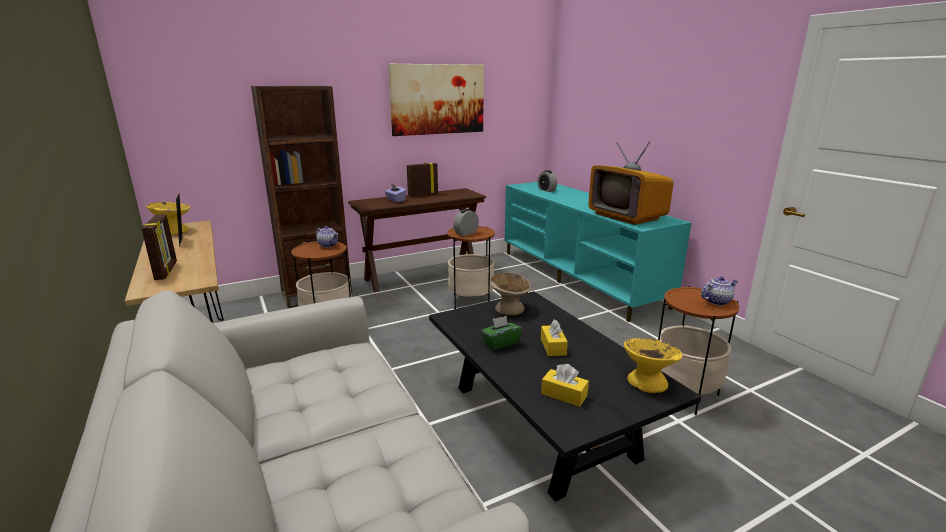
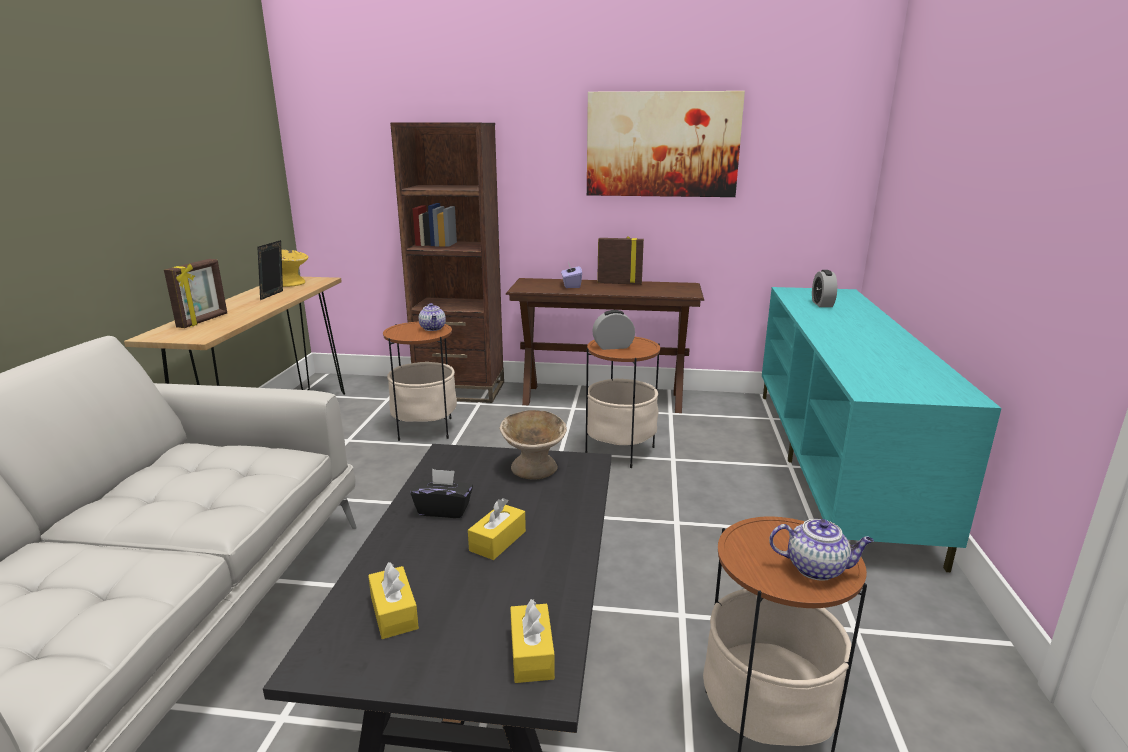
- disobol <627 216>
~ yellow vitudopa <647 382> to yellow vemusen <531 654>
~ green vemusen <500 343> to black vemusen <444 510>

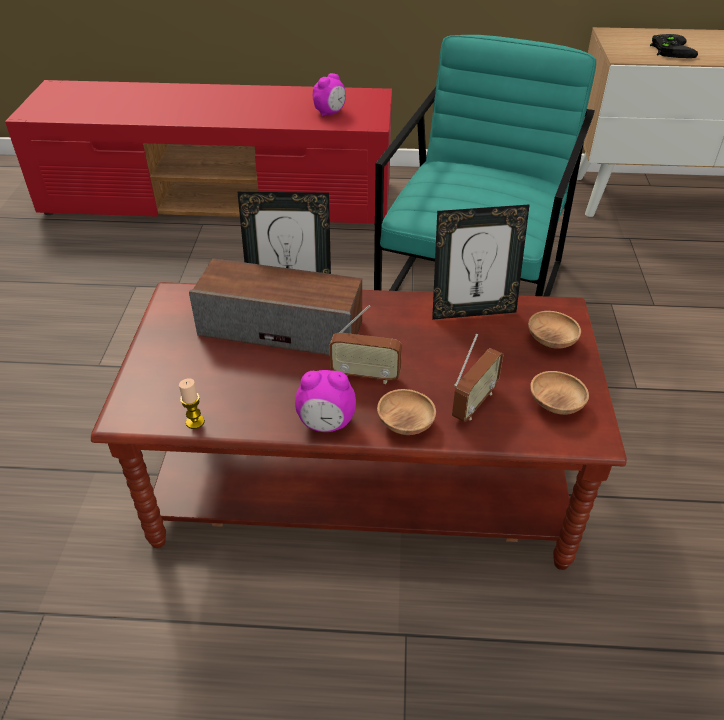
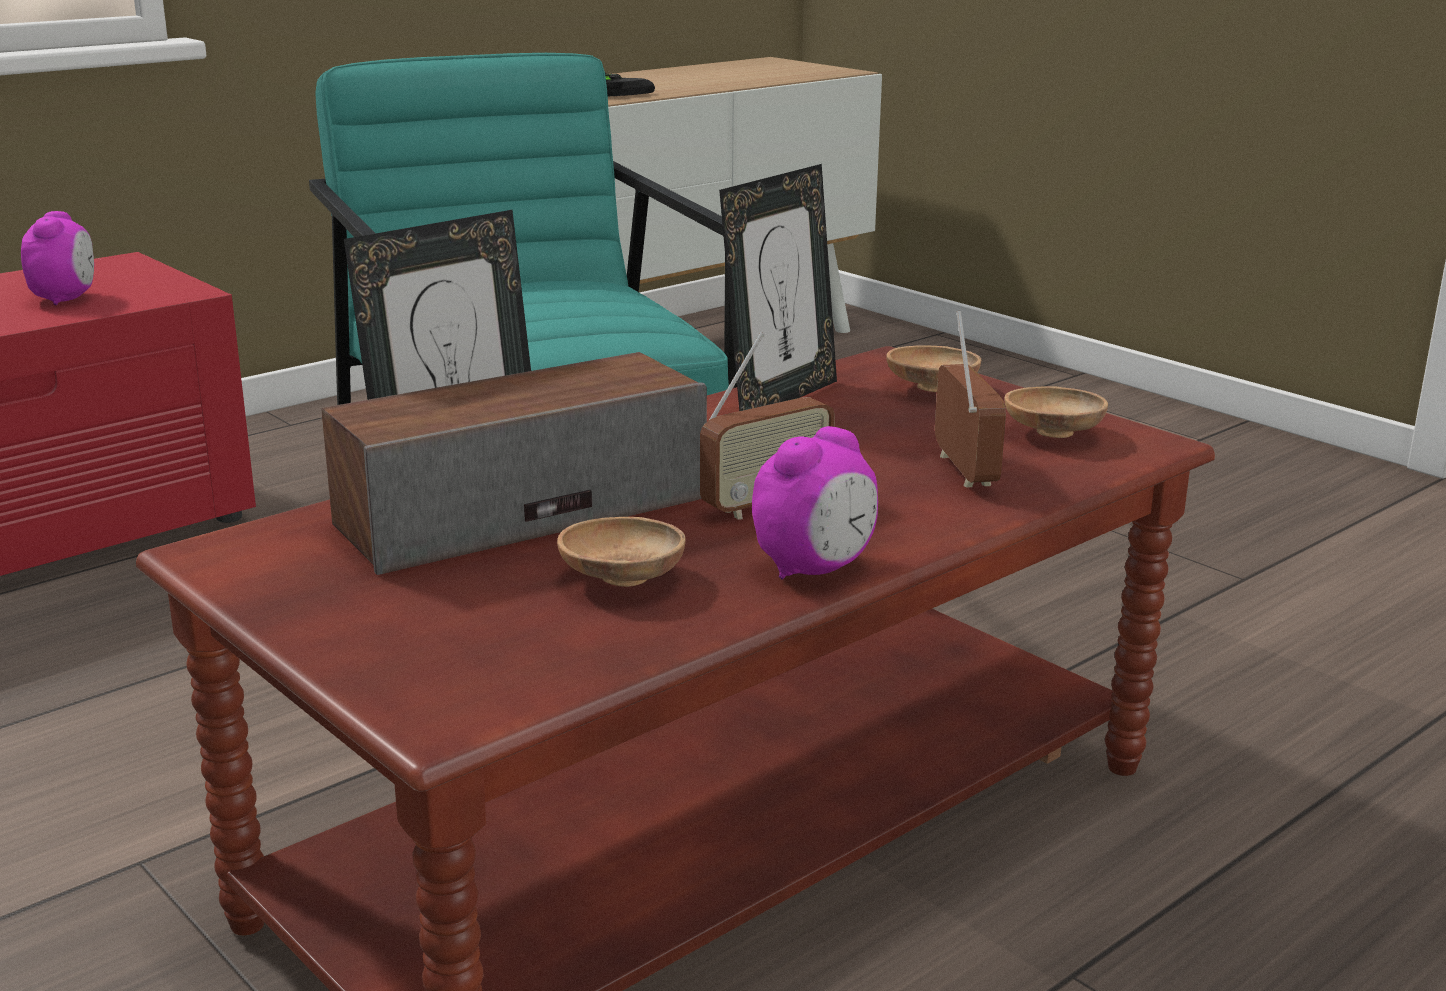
- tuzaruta <195 422>
~ brown vitudopa <405 423> to <622 579>

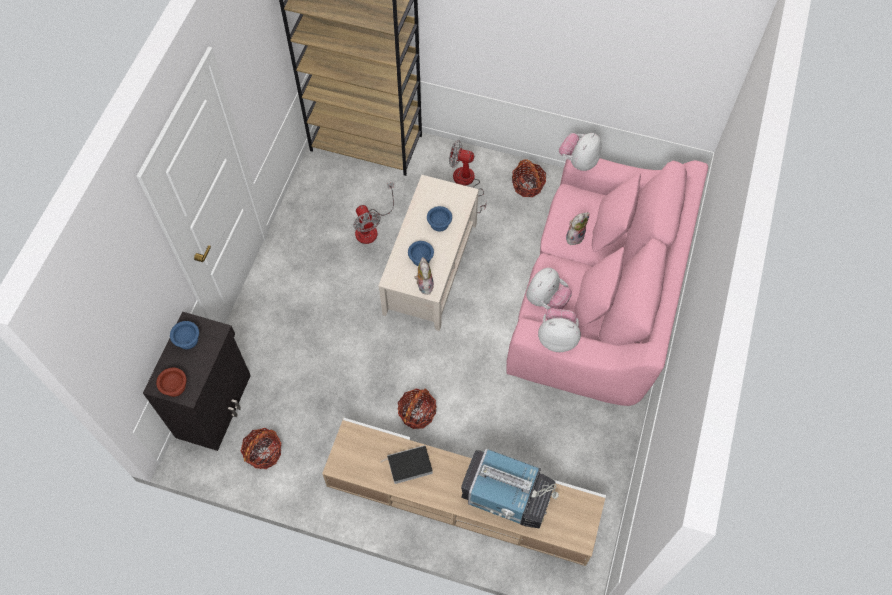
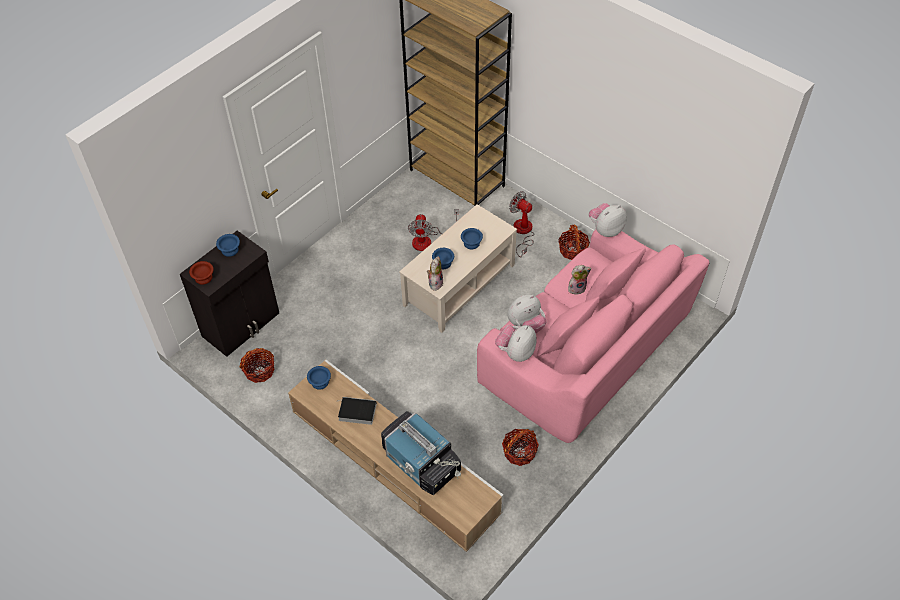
+ blue vitudopa <319 382>
~ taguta <417 413> to <519 452>
~ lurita <557 338> = <516 352> 90 degrees counterclockwise

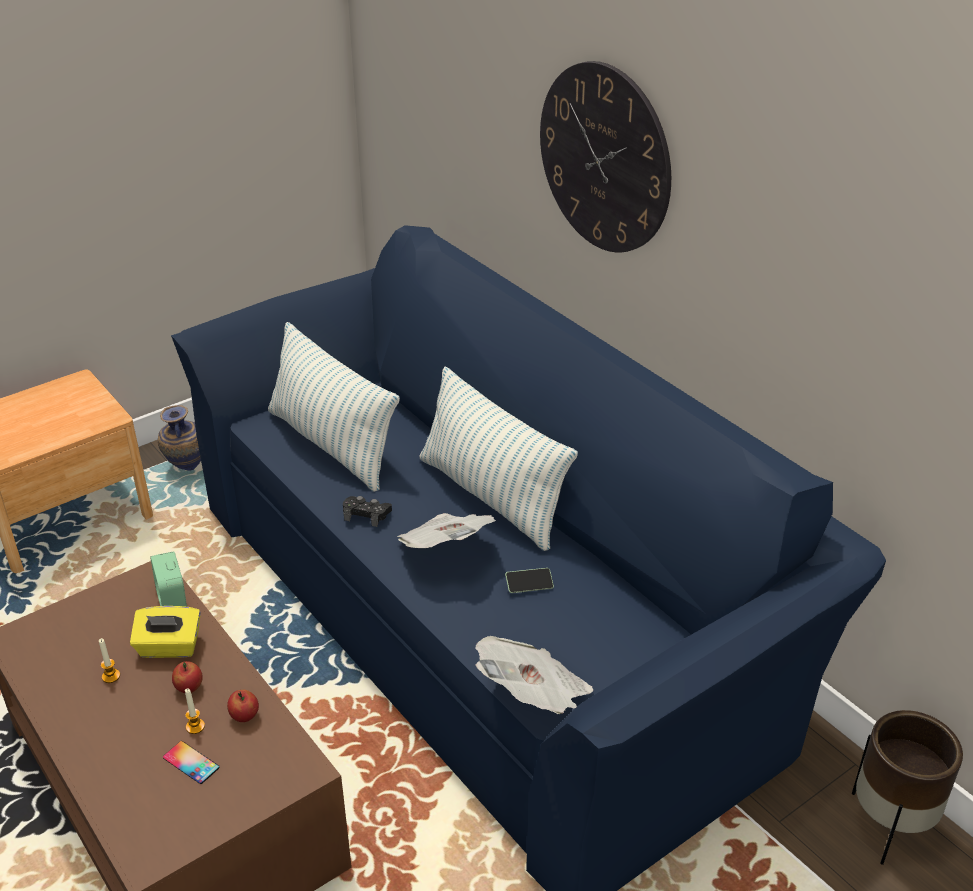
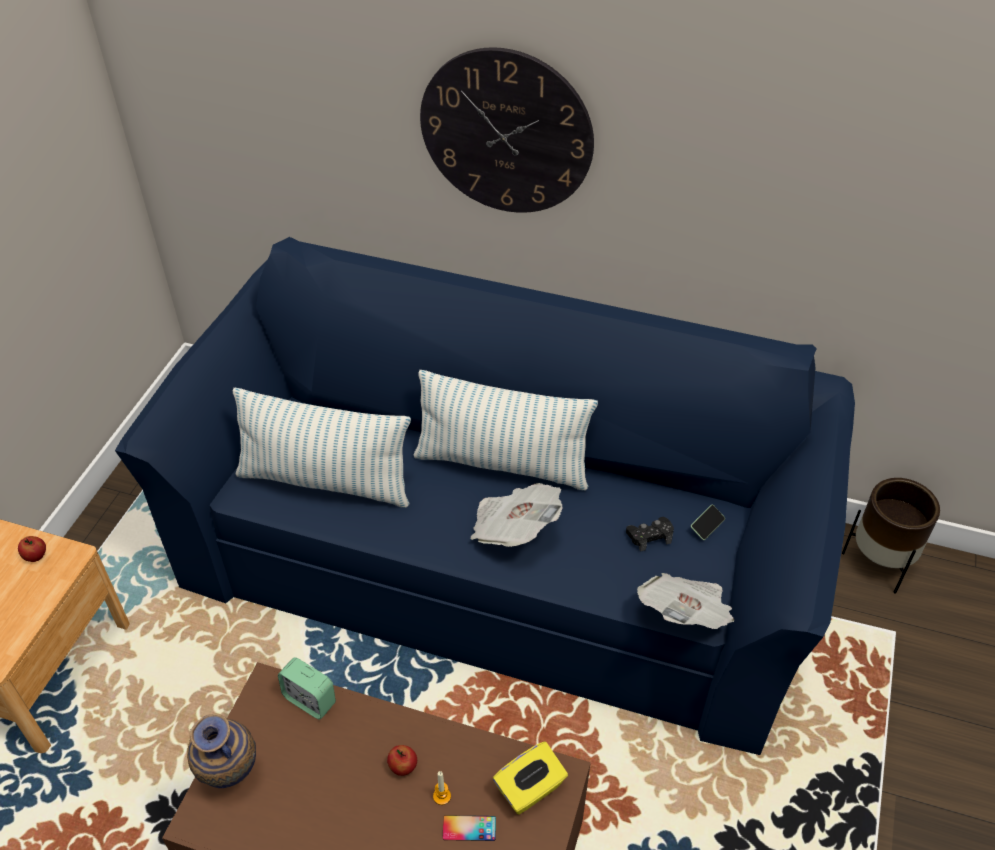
- tuzaruta <111 676>
~ yellow vemusen <169 647> to <530 789>
~ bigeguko <187 469> to <230 776>
~ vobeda <245 716> to <36 556>
~ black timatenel <366 514> to <650 536>
~ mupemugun <529 585> to <707 526>

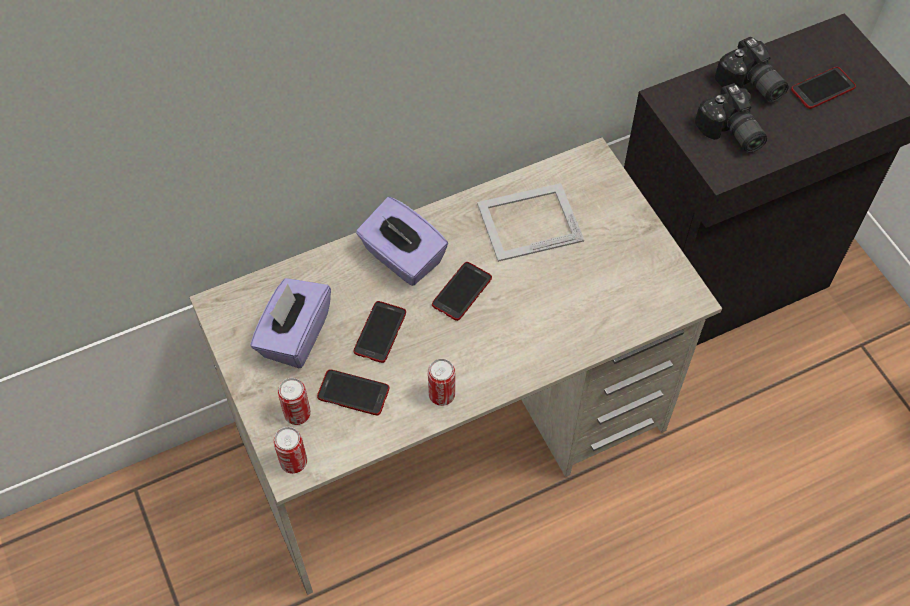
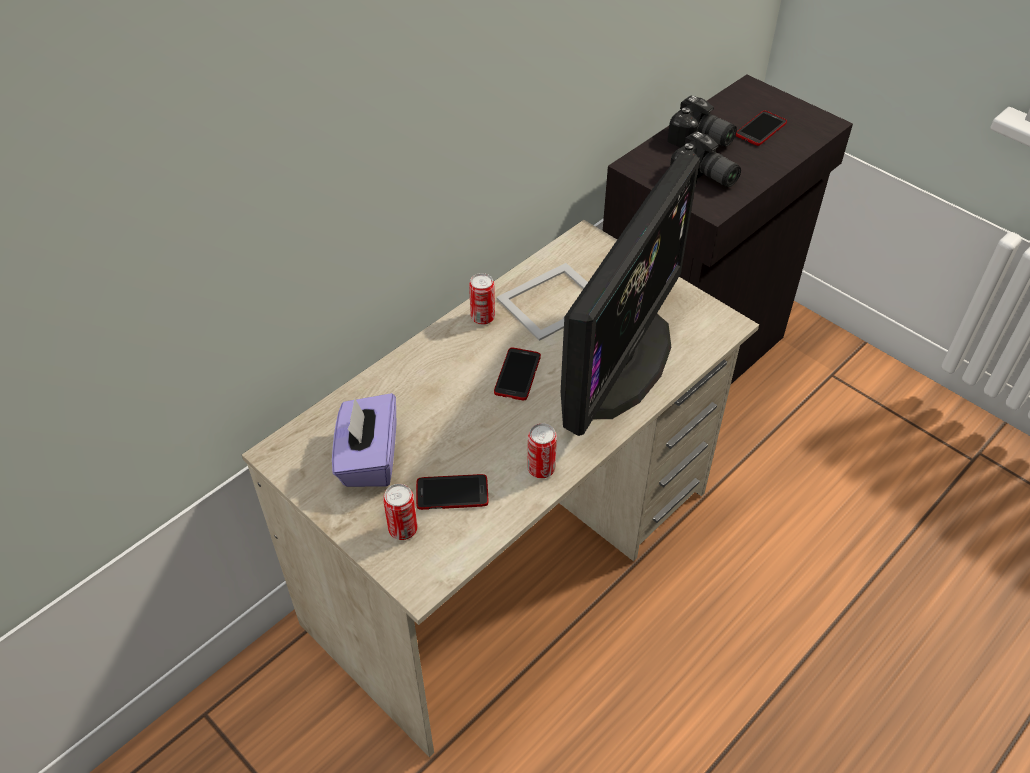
- mupemugun <380 332>
- purple vemusen <402 258>
+ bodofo <621 361>
~ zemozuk <293 462> to <482 317>

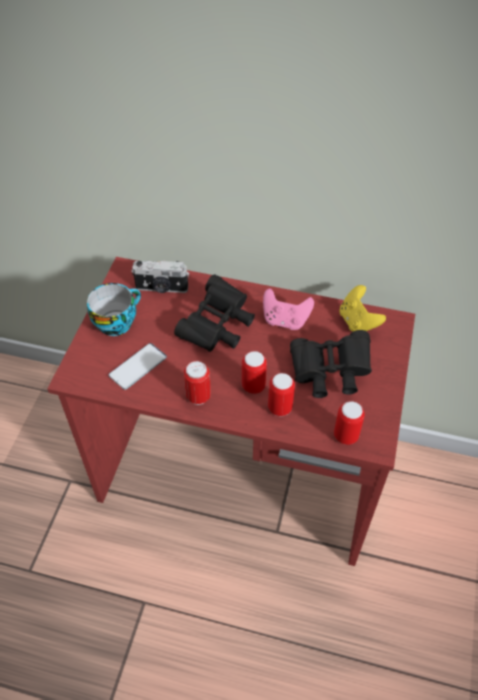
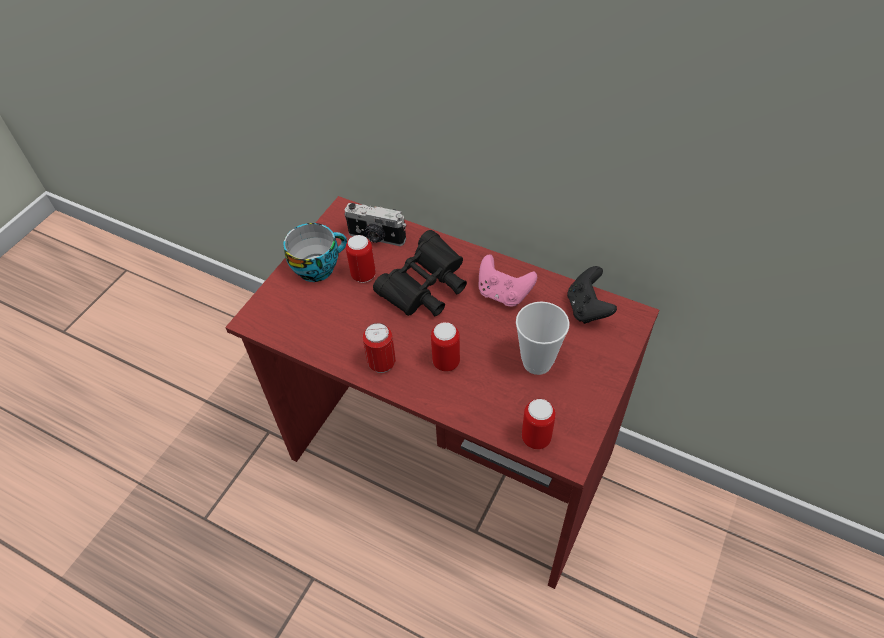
- mupemugun <138 366>
~ zemozuk <280 408> to <363 275>
~ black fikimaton <329 373> to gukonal <537 362>
~ yellow timatenel <358 322> to black timatenel <587 308>

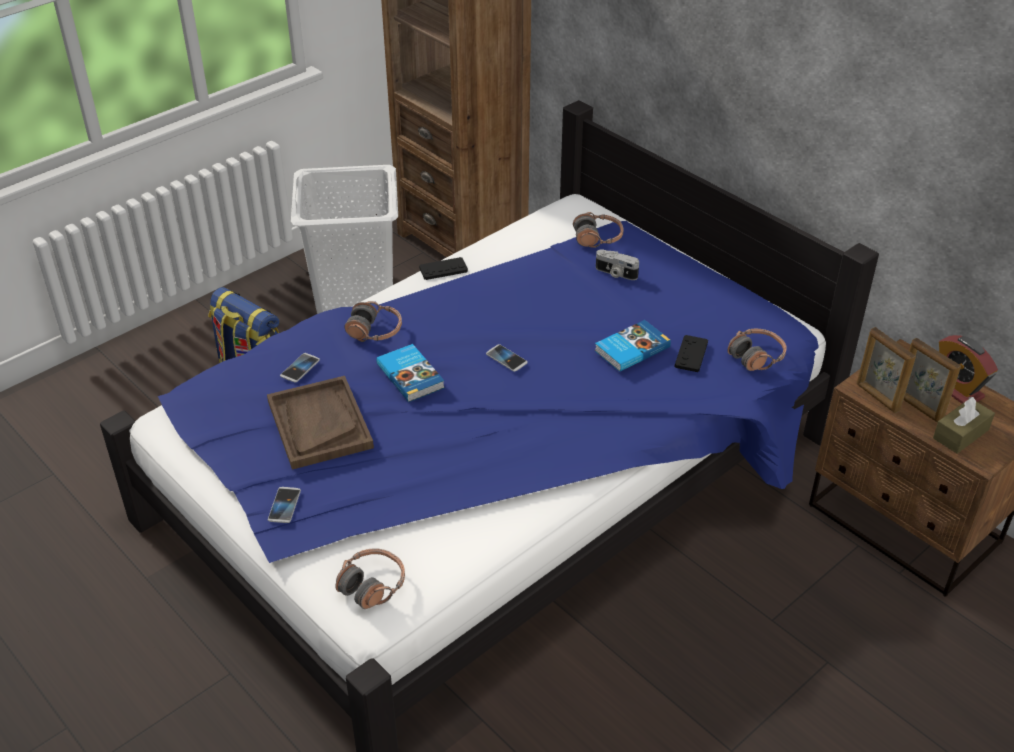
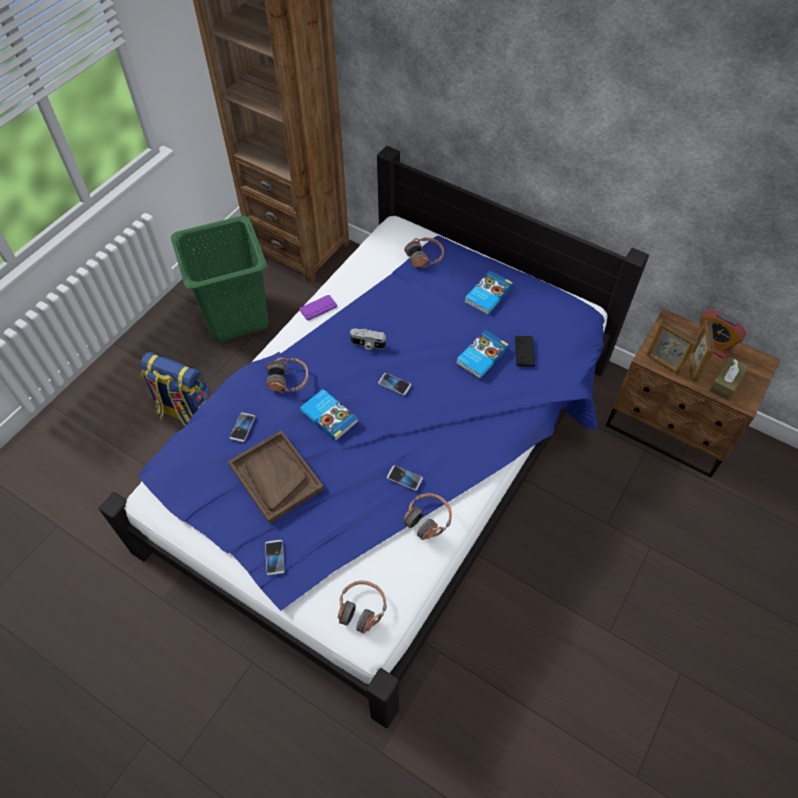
+ mupemugun <404 478>
+ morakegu <487 294>
~ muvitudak <615 273> to <367 345>
~ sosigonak <756 356> to <428 519>
~ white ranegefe <354 296> to green ranegefe <235 315>
~ black timatenel <443 269> to purple timatenel <318 308>
~ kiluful <918 408> = <692 367> 60 degrees clockwise

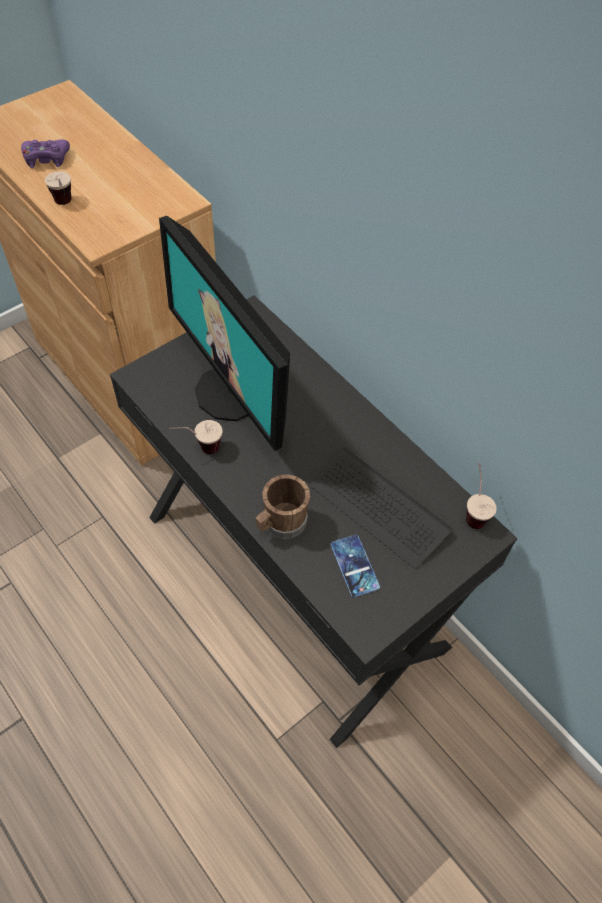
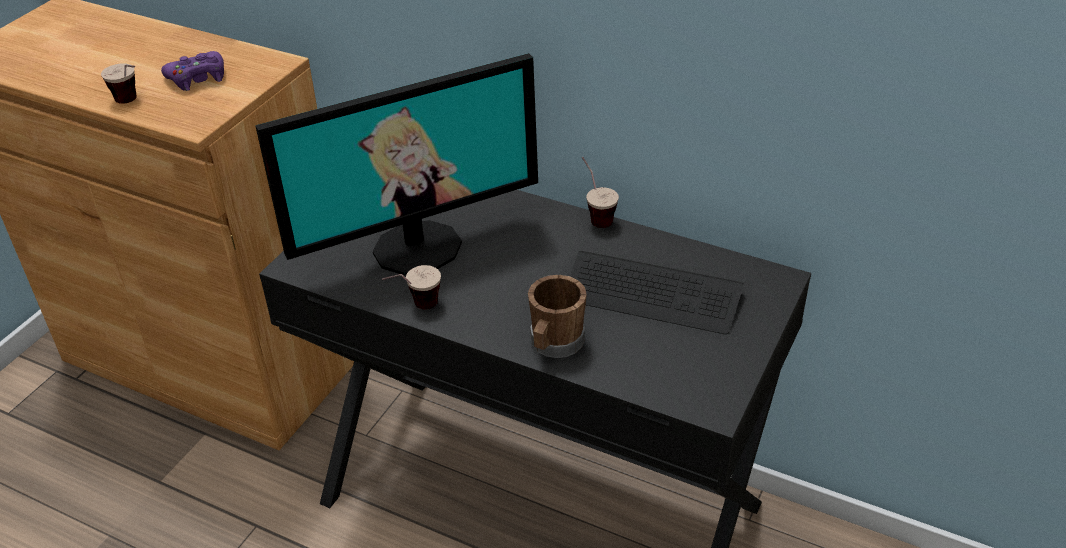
- mupemugun <354 565>
~ purple timatenel <46 158> to <198 78>
~ gukonal <473 510> to <595 215>
~ bodofo <230 393> = <417 246> 60 degrees counterclockwise

